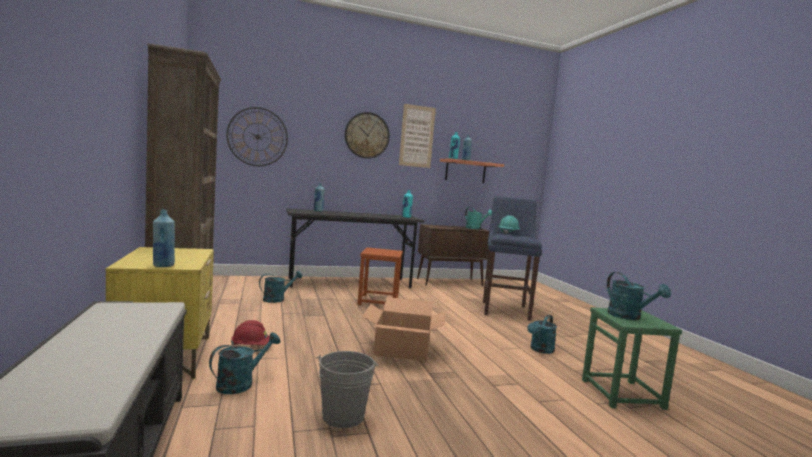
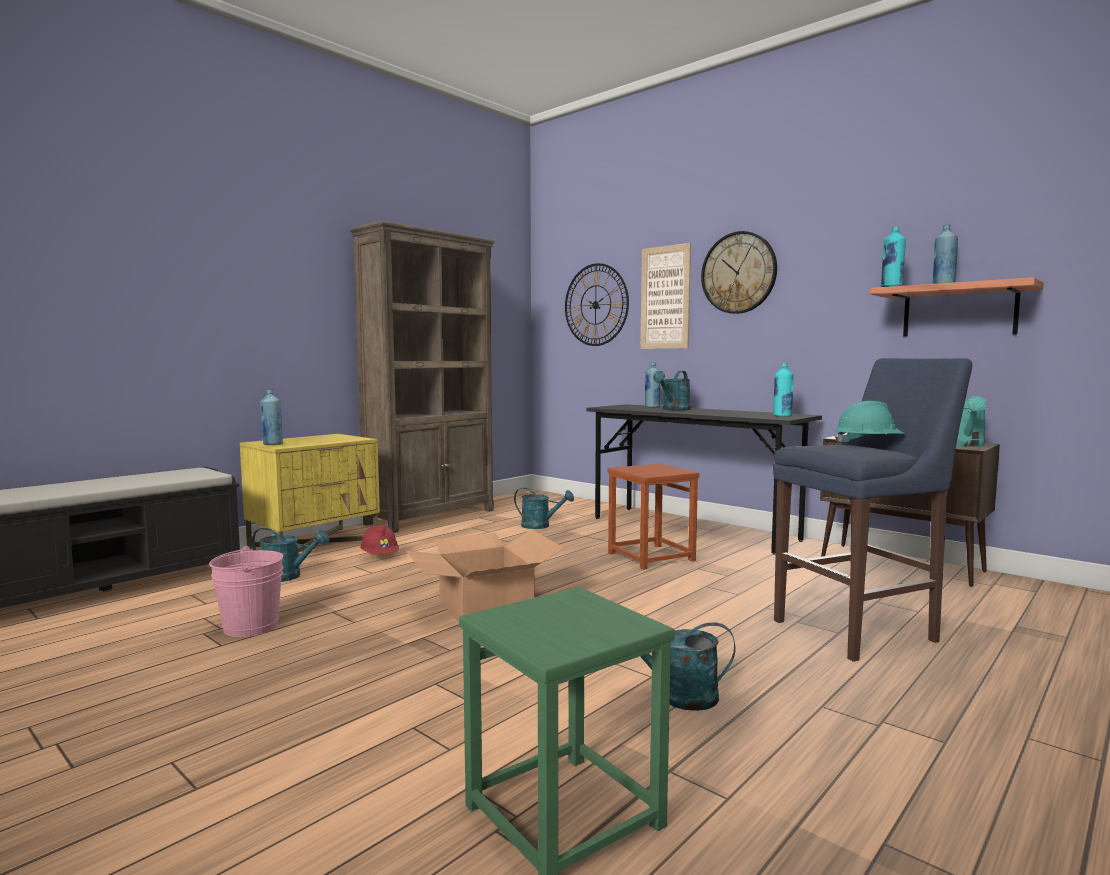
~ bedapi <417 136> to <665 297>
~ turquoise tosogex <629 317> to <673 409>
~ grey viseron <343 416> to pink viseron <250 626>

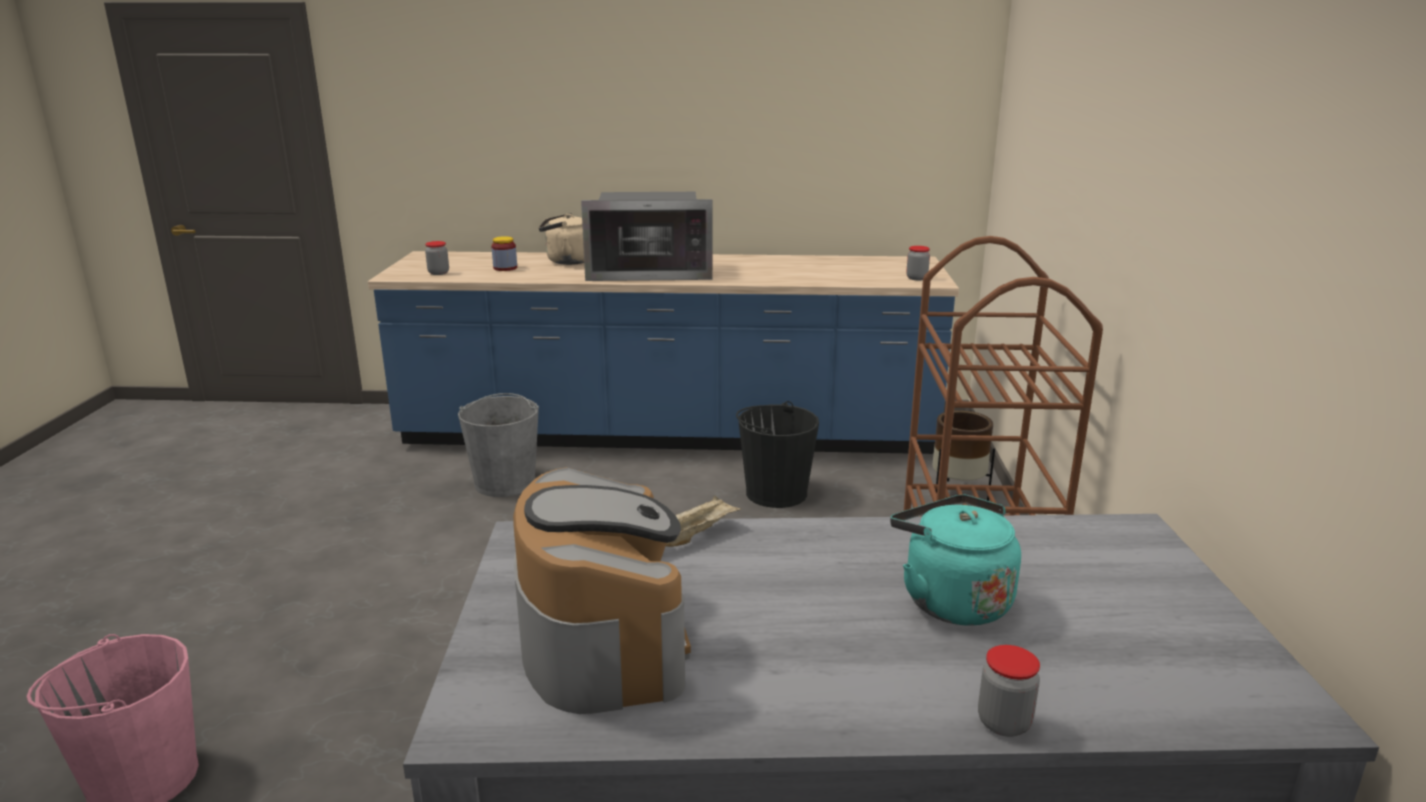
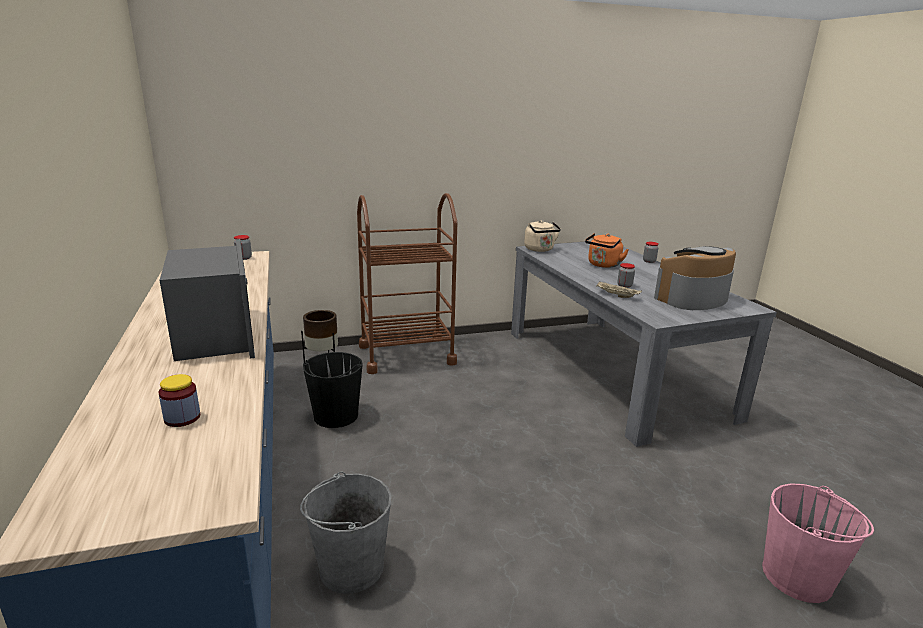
~ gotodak <438 273> to <624 286>
~ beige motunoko <567 261> to <540 249>
~ turquoise motunoko <951 600> to orange motunoko <603 265>

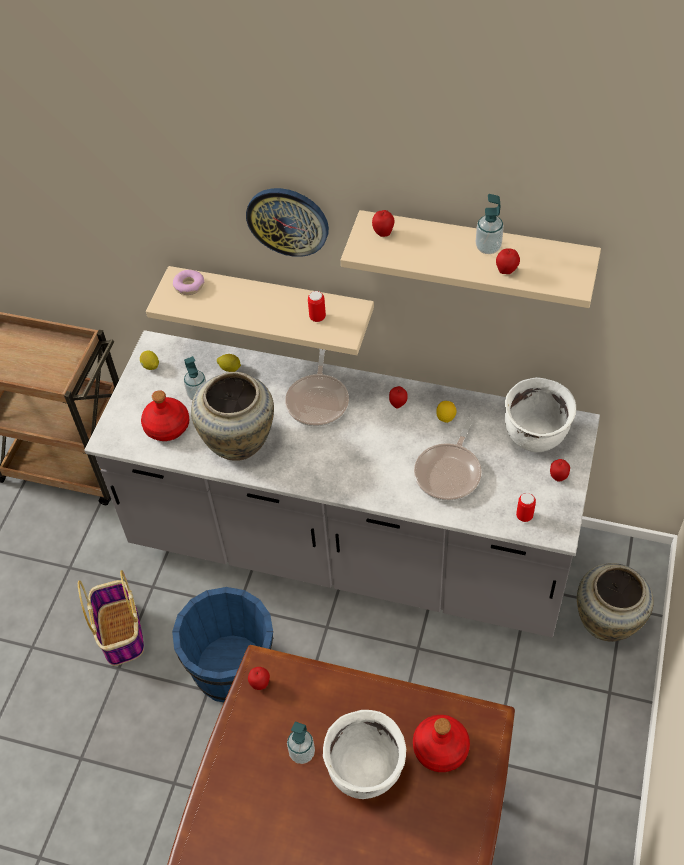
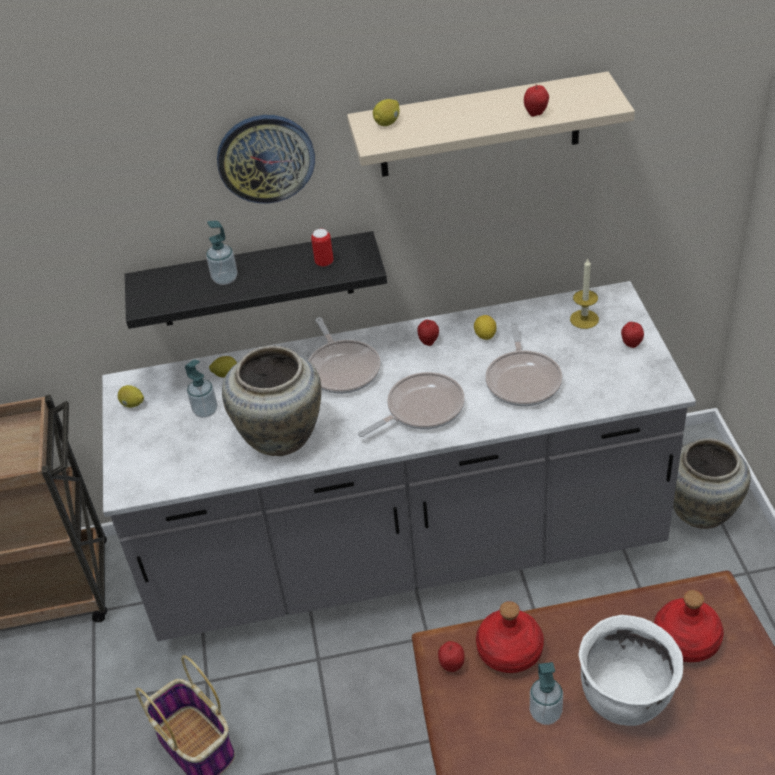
- blue viseron <233 668>
- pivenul <189 286>
- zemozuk <524 516>
+ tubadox <421 409>
~ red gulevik <166 426> to <508 650>
~ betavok <488 247> to <225 278>
~ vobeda <383 233> to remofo <387 123>
~ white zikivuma <535 436> to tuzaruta <584 319>
~ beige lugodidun <272 304> to black lugodidun <255 280>

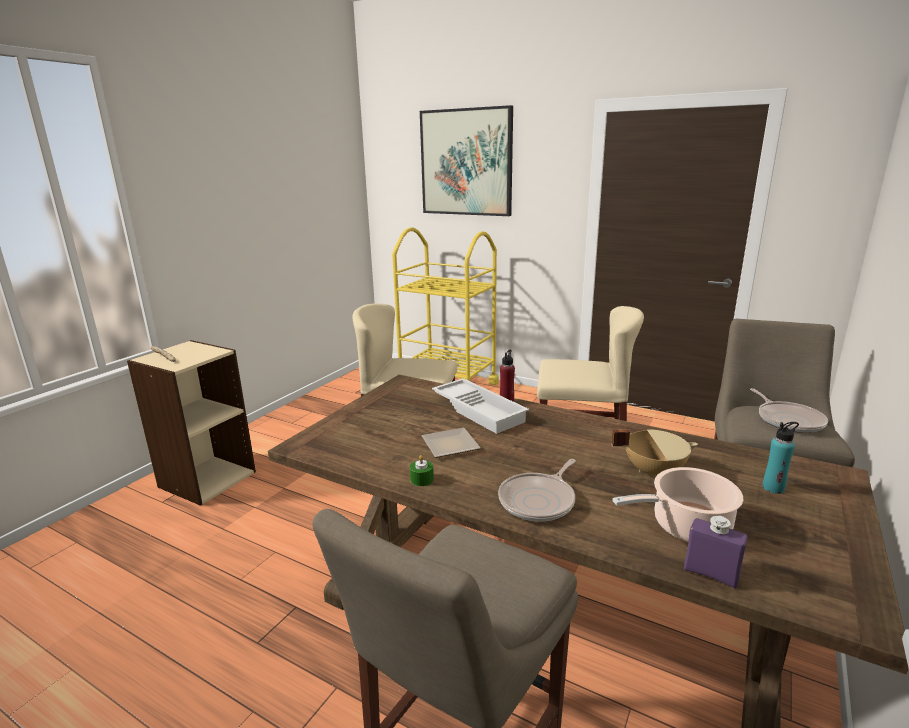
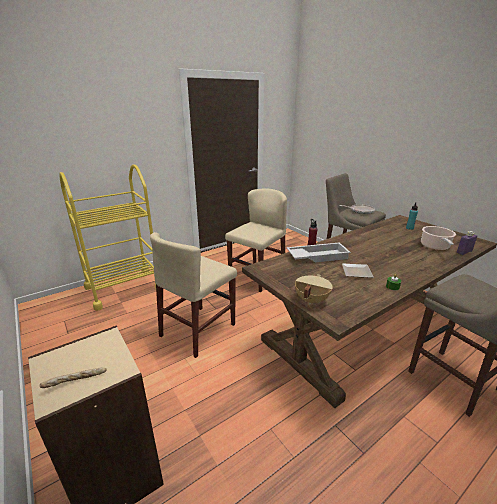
- bedapi <466 162>
- tubadox <539 500>
~ beige zikivuma <653 471> to <311 300>

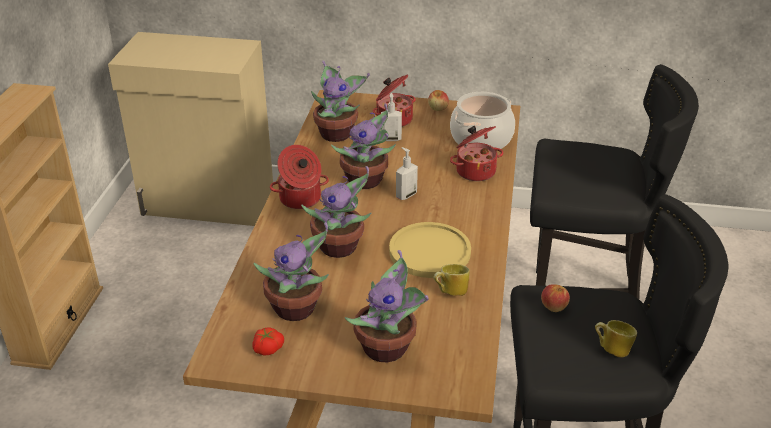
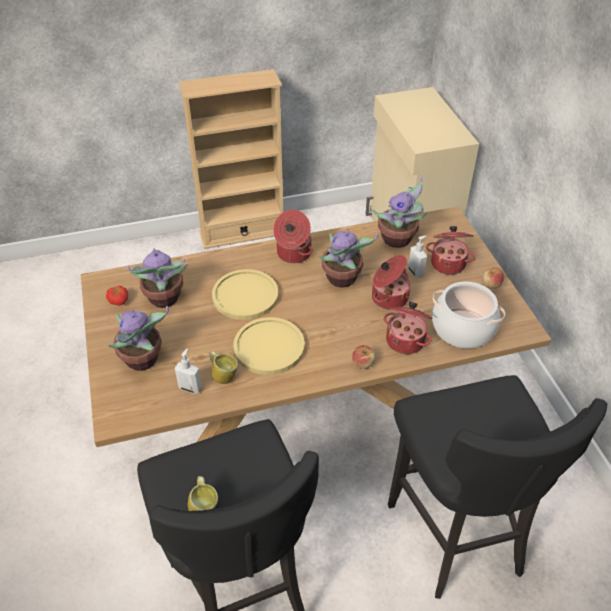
+ zikivuma <388 297>
~ betavok <406 195> to <190 387>
~ vobeda <553 306> to <363 363>
~ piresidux <340 248> to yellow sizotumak <245 295>

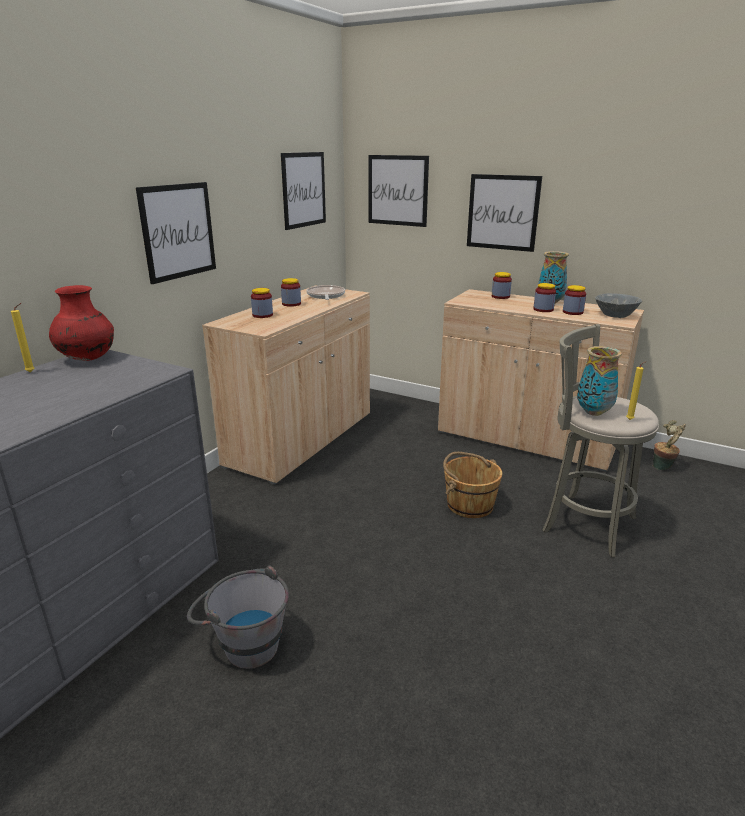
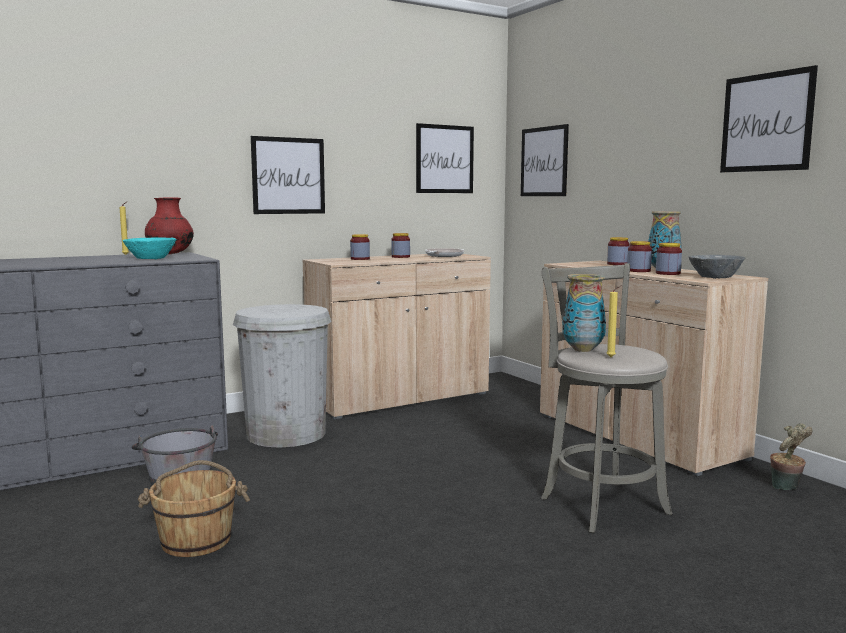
+ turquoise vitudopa <150 258>
+ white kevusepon <286 434>
~ brown viseron <469 504> to <196 540>
~ bedapi <503 212> to <766 122>

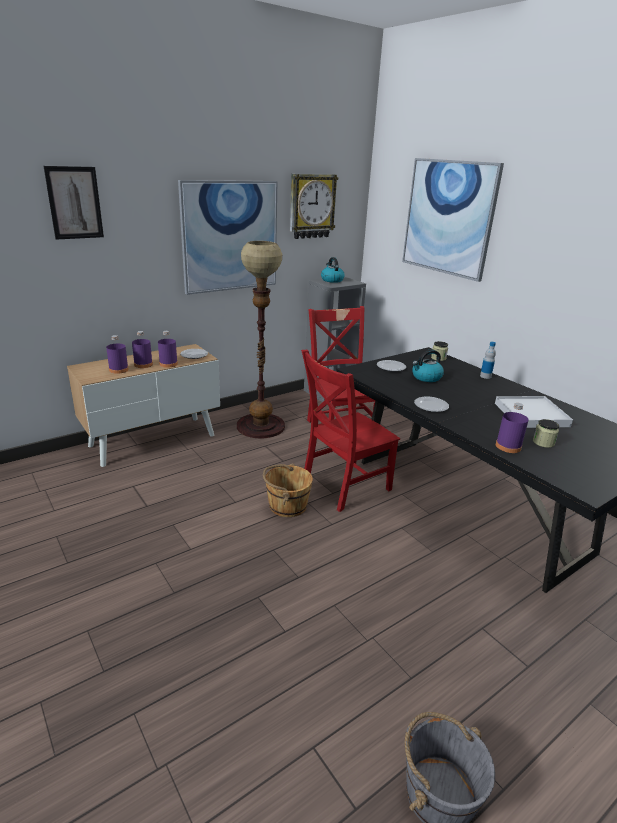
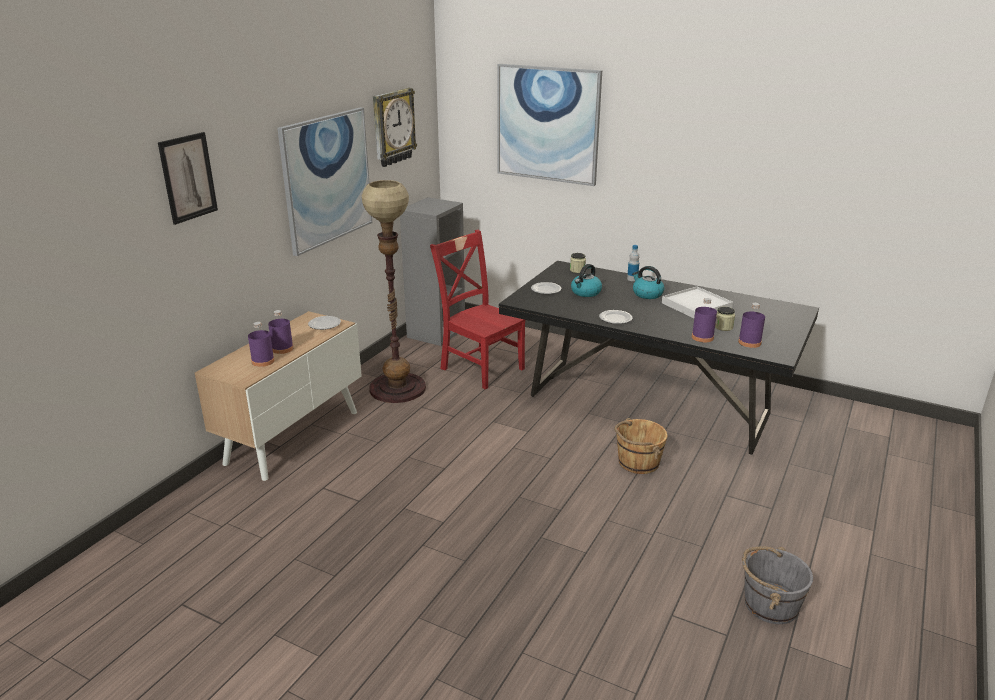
- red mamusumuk <343 486>
~ purple gulevik <168 364> to <749 342>
~ brown viseron <287 505> to <637 462>
~ motunoko <332 280> to <647 294>

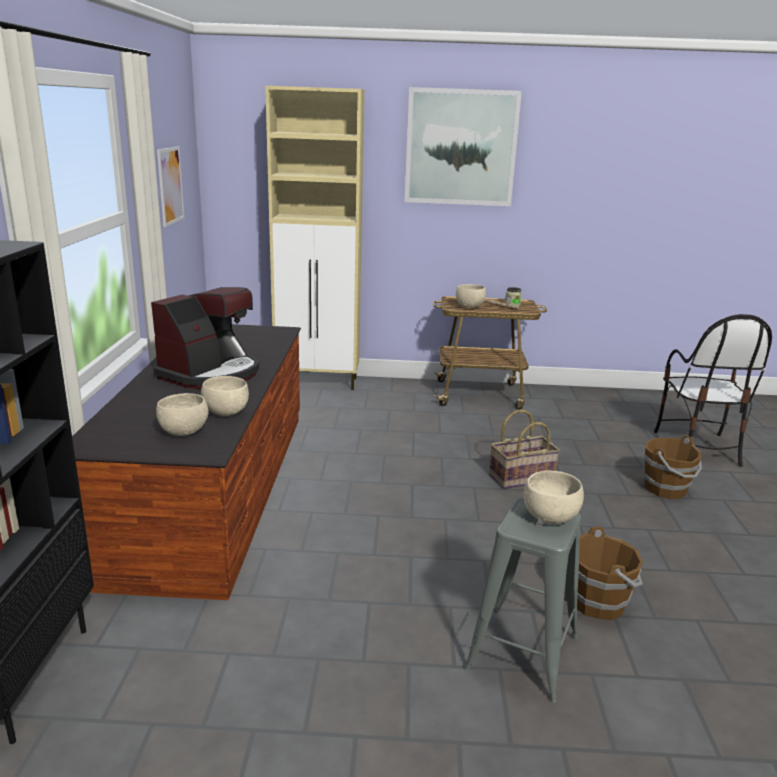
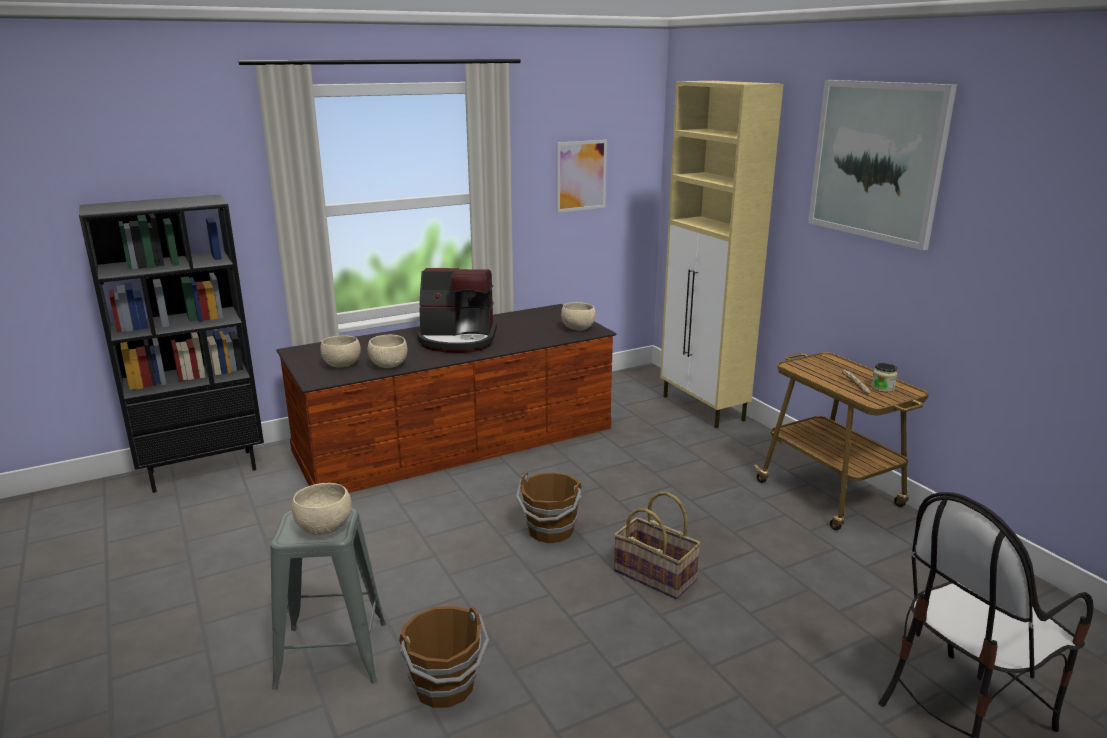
~ beige vitudopa <470 307> to <578 329>
~ brown viseron <666 489> to <550 531>

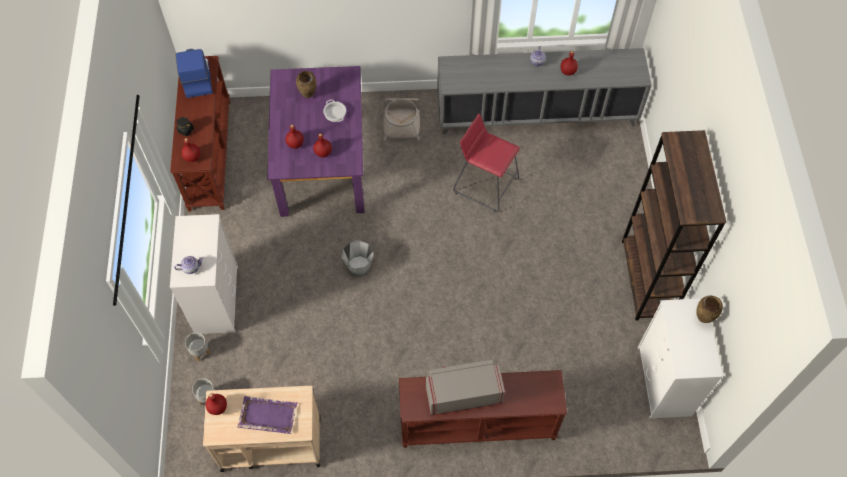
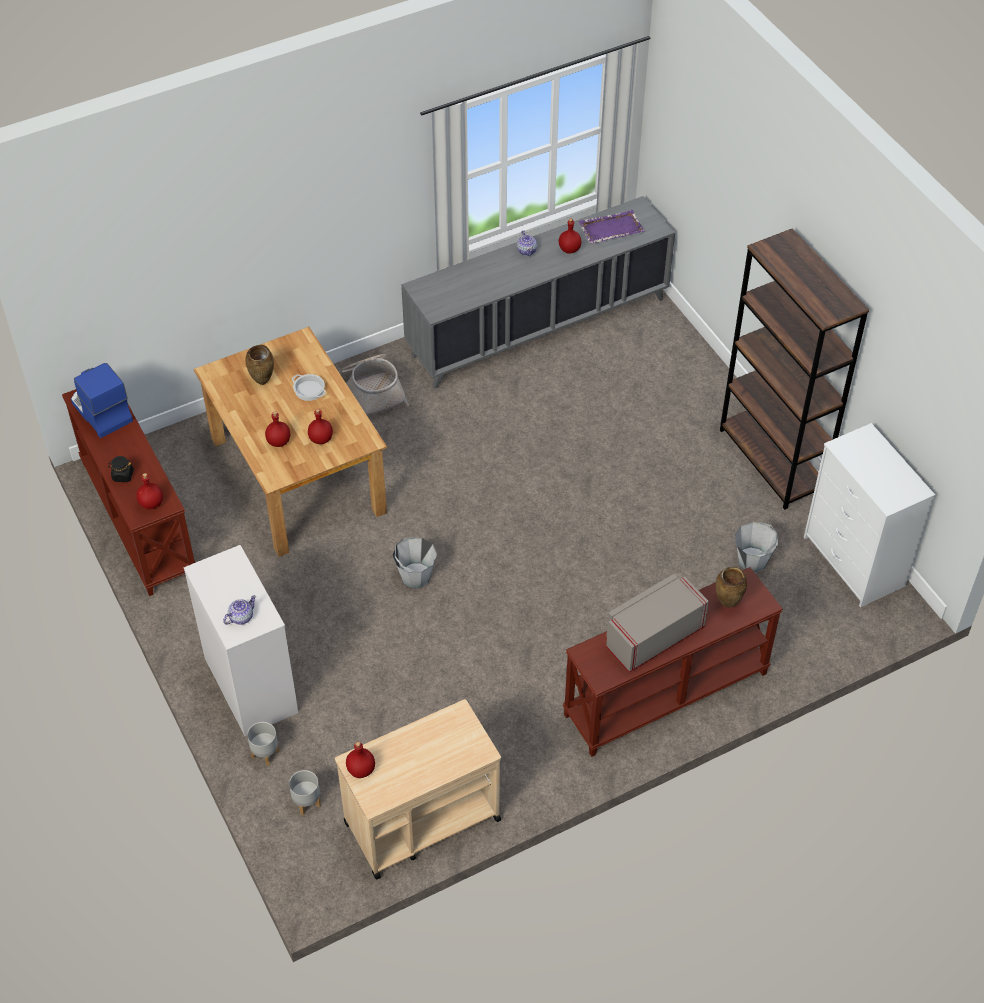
- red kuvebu <485 185>
+ grey viseron <752 560>
~ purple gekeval <267 415> to <610 229>
~ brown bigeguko <702 318> to <727 603>
~ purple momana <323 163> to brown momana <299 475>

